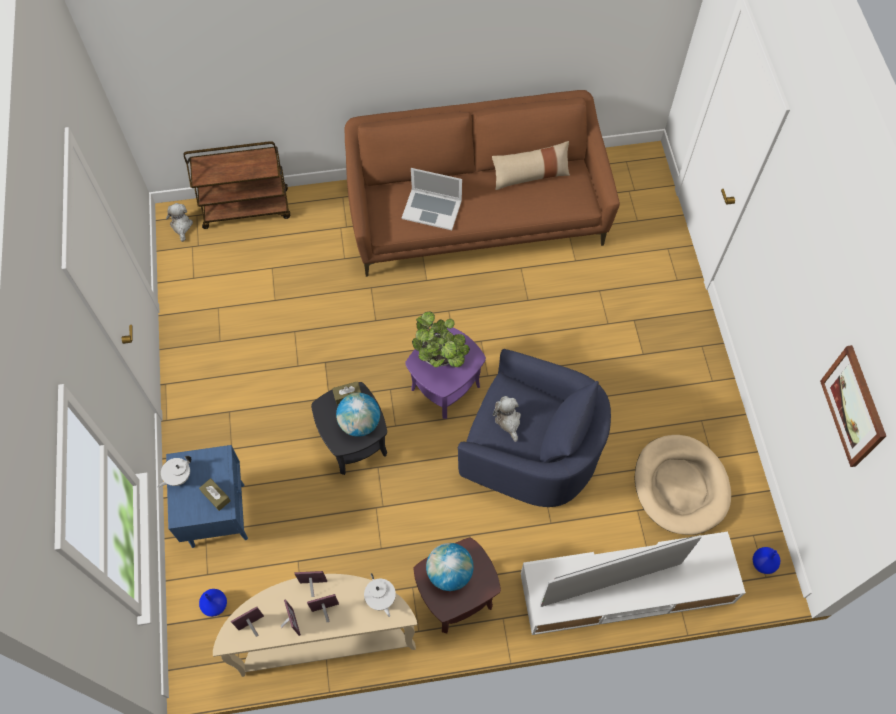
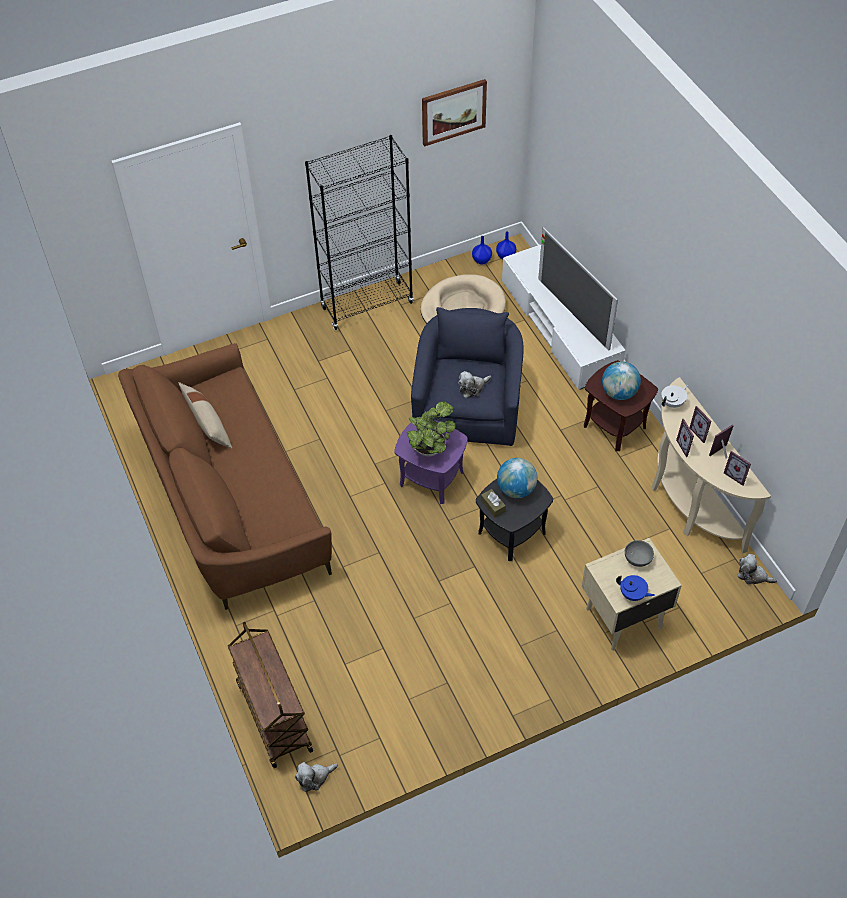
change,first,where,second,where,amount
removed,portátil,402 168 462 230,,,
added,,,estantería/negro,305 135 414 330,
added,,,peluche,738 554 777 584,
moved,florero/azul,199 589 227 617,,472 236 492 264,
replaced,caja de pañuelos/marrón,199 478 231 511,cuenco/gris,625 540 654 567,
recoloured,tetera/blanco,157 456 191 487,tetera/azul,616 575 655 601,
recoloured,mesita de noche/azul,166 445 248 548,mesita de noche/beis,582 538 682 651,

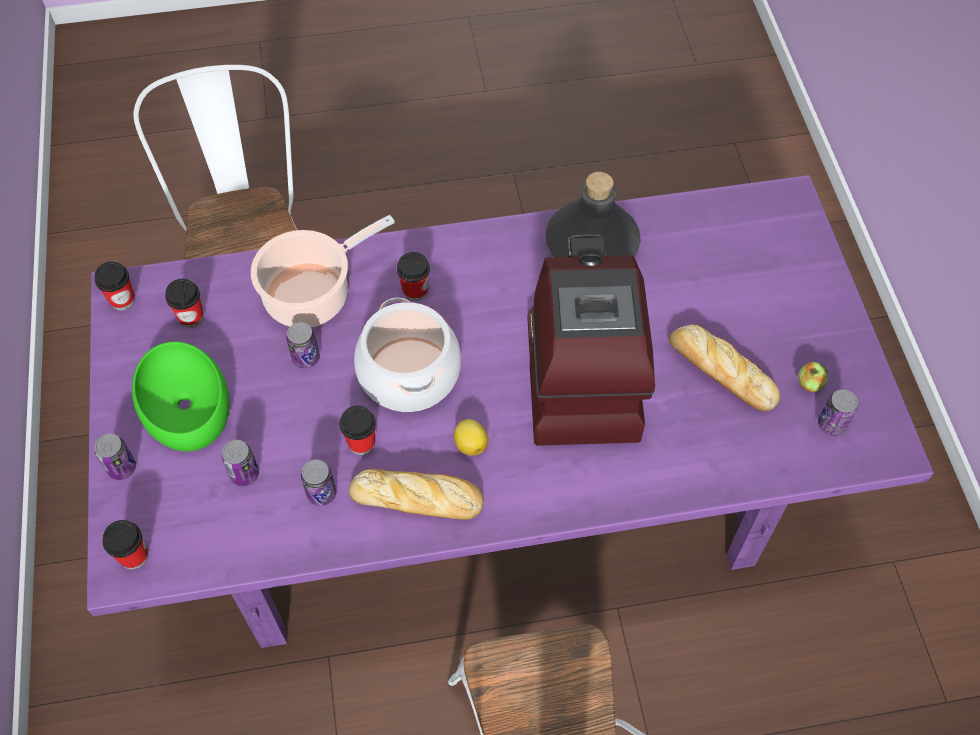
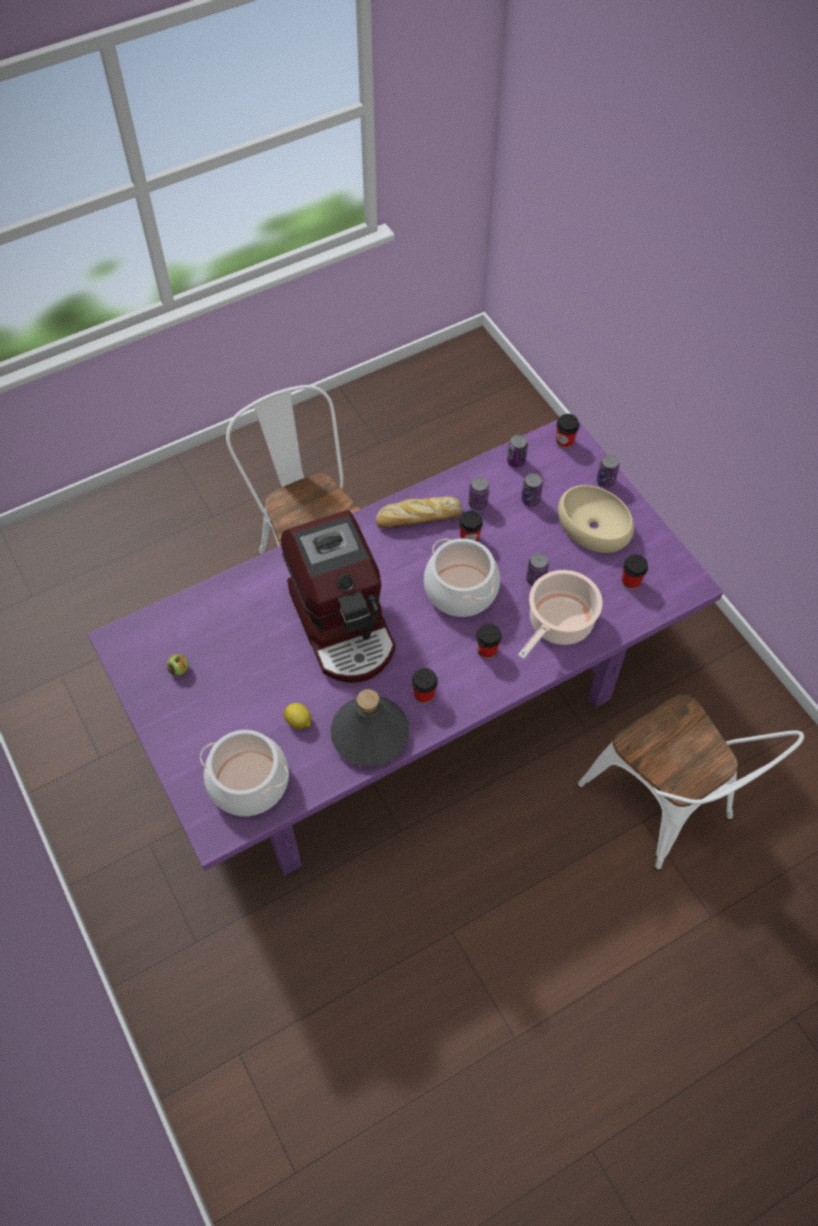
change,first,where,second,where,amount
removed,pan,669 324 780 411,,,
added,,,olla,200 730 289 816,
moved,taza,95 261 135 310,,412 668 438 704,
moved,limón,454 419 488 456,,284 703 311 729,
moved,lata,818 389 858 436,,507 435 528 468,
recoloured,cuenco/verde,132 341 230 451,cuenco/beis,558 485 634 553,

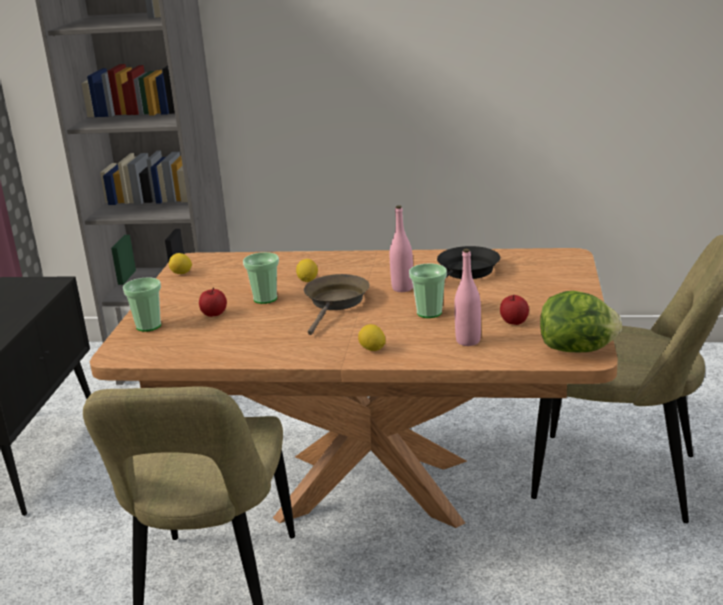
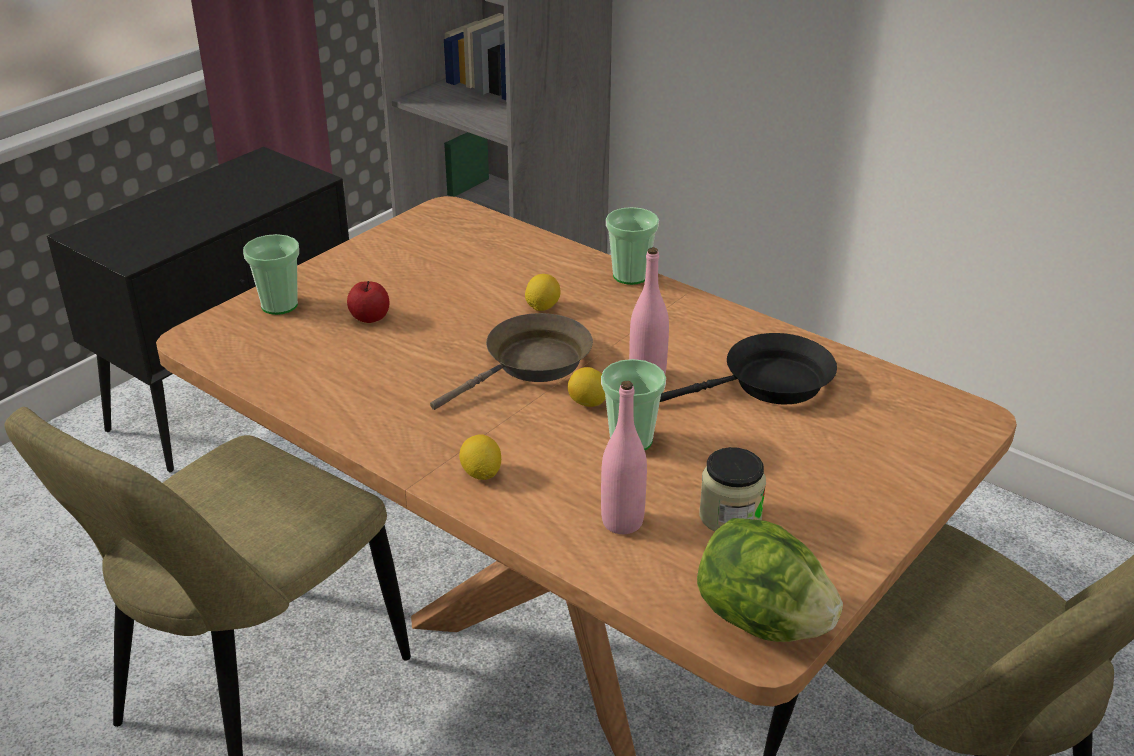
change,first,where,second,where,amount
moved,limón,169 253 192 274,,568 367 606 407,
moved,taza,243 252 279 304,,606 207 659 285,
replaced,manzana,500 294 529 325,tarro,699 447 766 532,

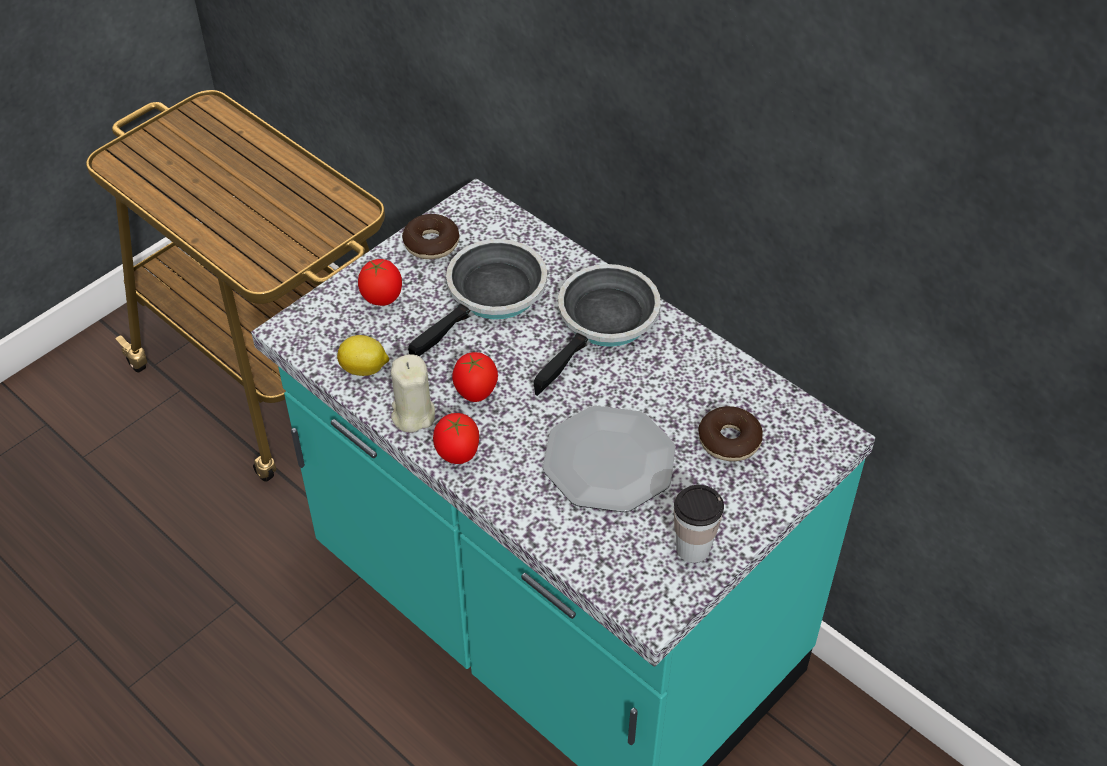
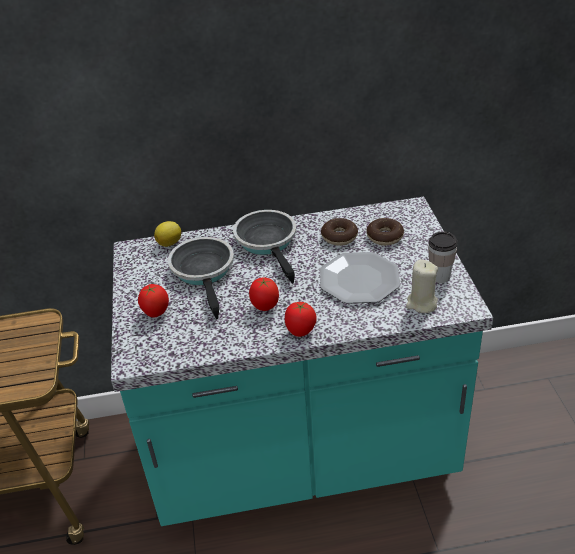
change,first,where,second,where,amount
moved,limón,337 335 389 376,,154 221 181 247,
moved,vela/beis,391 354 435 432,,406 260 438 313,
moved,rosquilla,402 214 459 259,,321 218 358 246,

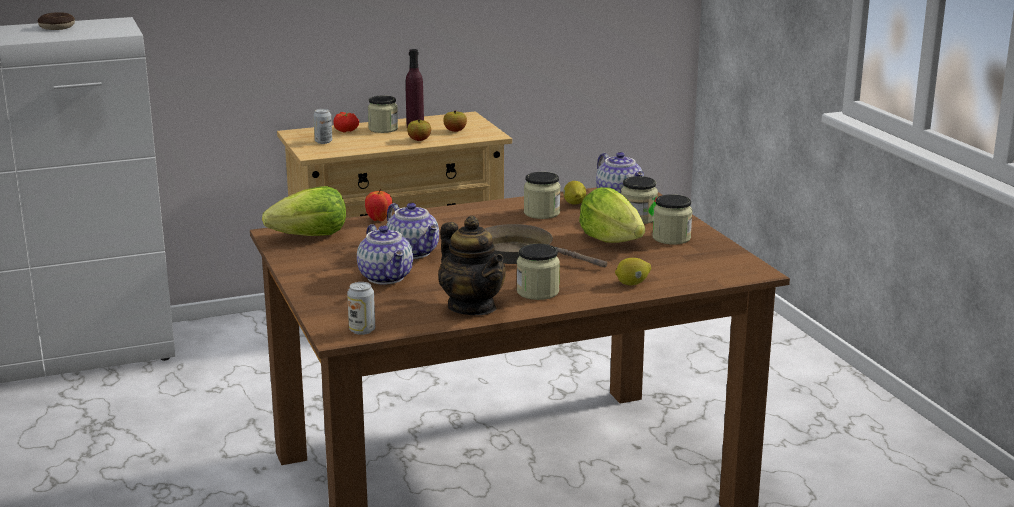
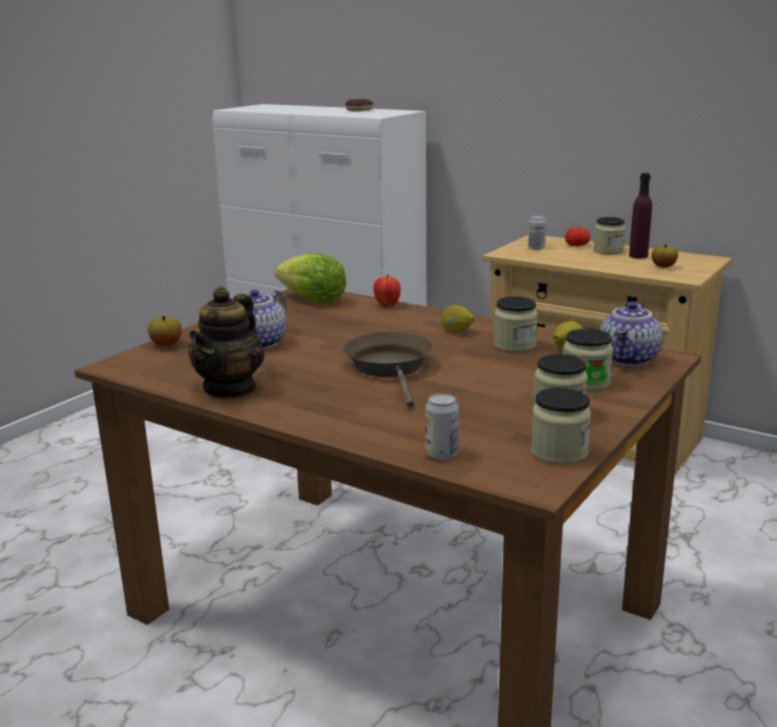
change,first,where,second,where,amount
removed,tetera,386 203 439 259,,,
removed,lechuga,579 187 645 243,,,
moved,lata,347 282 375 335,,425 393 459 460,
moved,manzana,407 119 431 141,,148 316 182 346,
moved,tarro,517 244 560 300,,531 388 591 465,
moved,limón,615 258 651 285,,441 305 474 332,

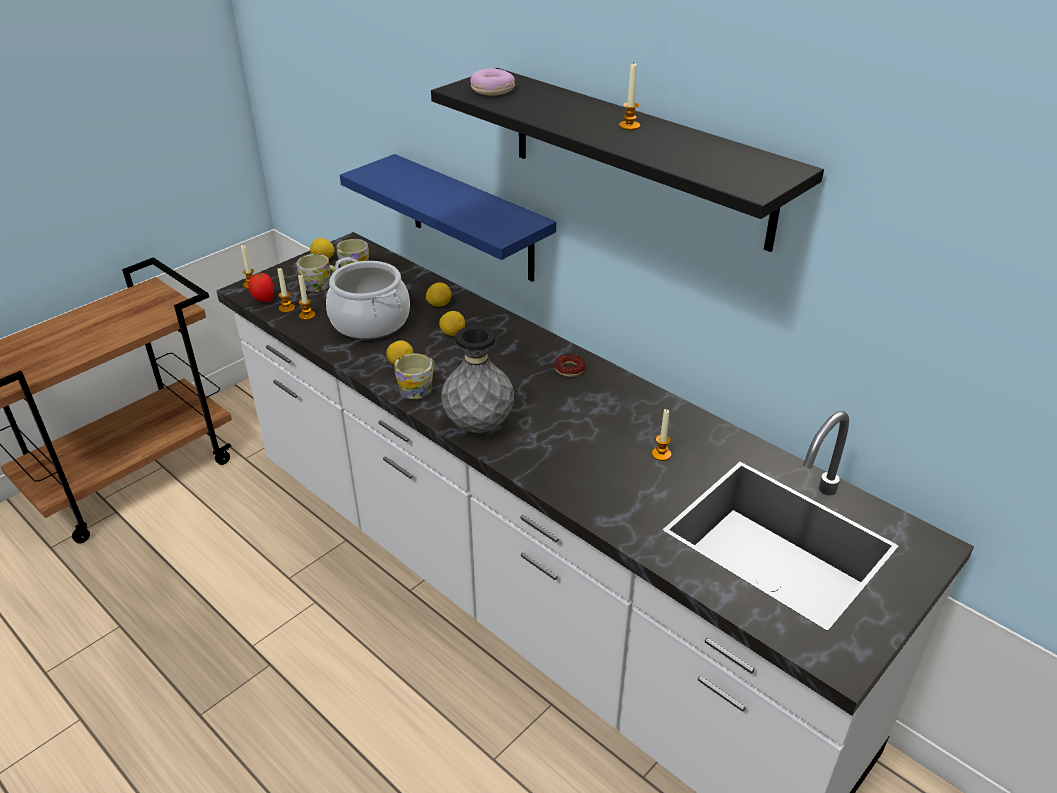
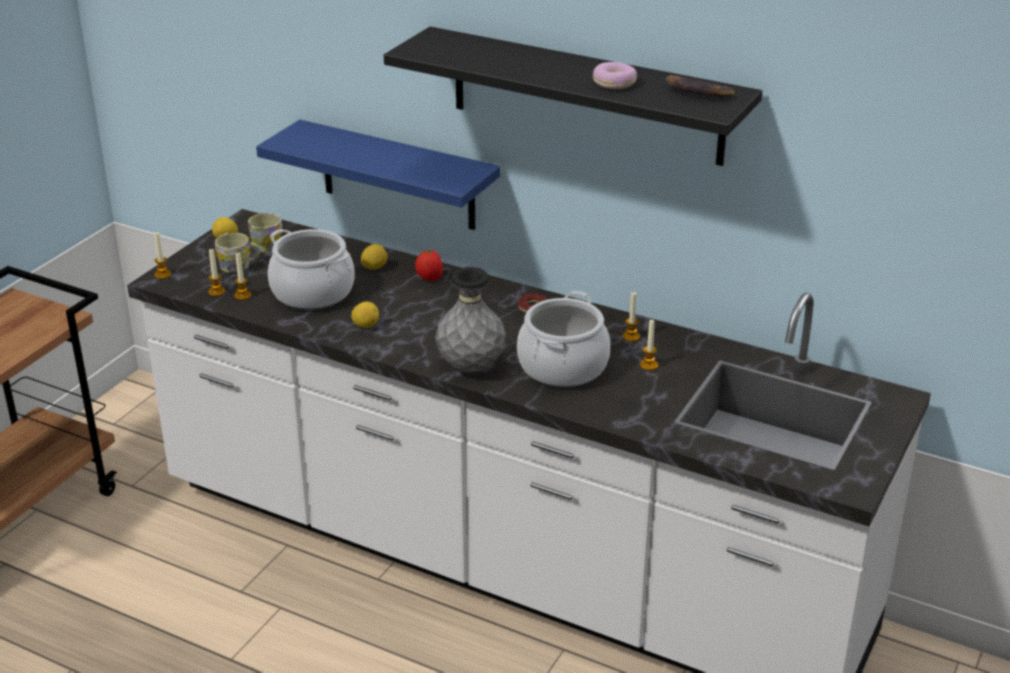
change,first,where,second,where,amount
removed,taza grande,394 354 435 399,,,
removed,limón,439 311 465 336,,,
added,,,olla,517 291 610 387,
added,,,plátano,666 75 735 98,
moved,tomate,248 273 274 302,,415 250 443 281,
moved,rosquilla,470 69 515 95,,593 62 637 89,
moved,vela,619 63 640 130,,622 292 640 342,

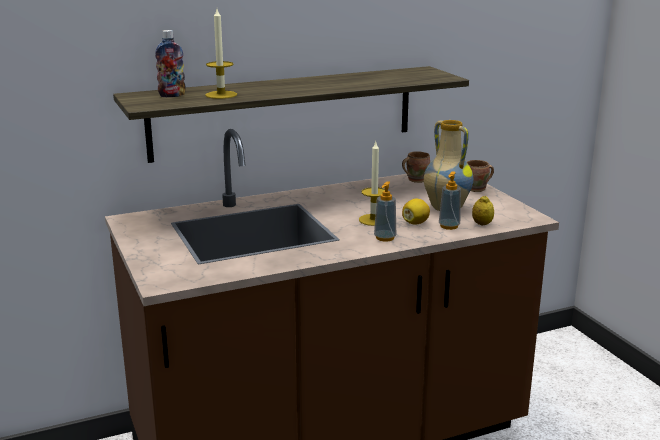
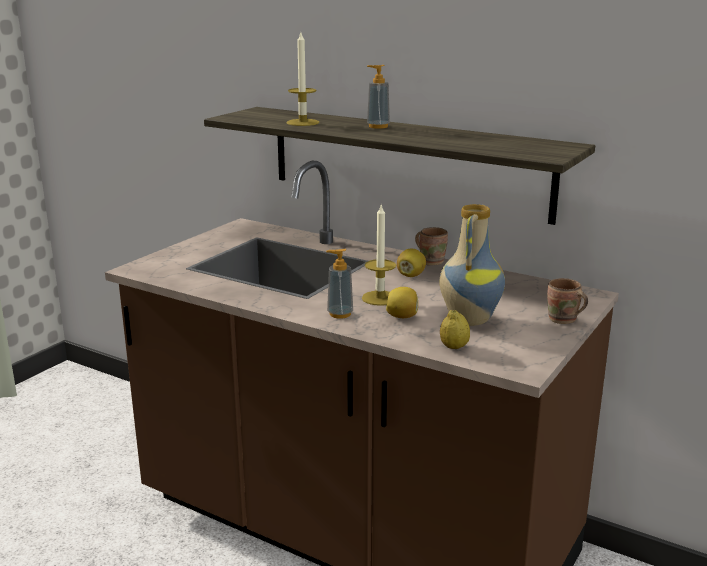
change,first,where,second,where,amount
removed,botella,155 30 186 97,,,
added,,,limón,397 249 426 277,
moved,taza grande/marrón,402 151 430 183,,415 227 448 265,
moved,dispensador de jabón,439 171 461 230,,367 65 390 129,

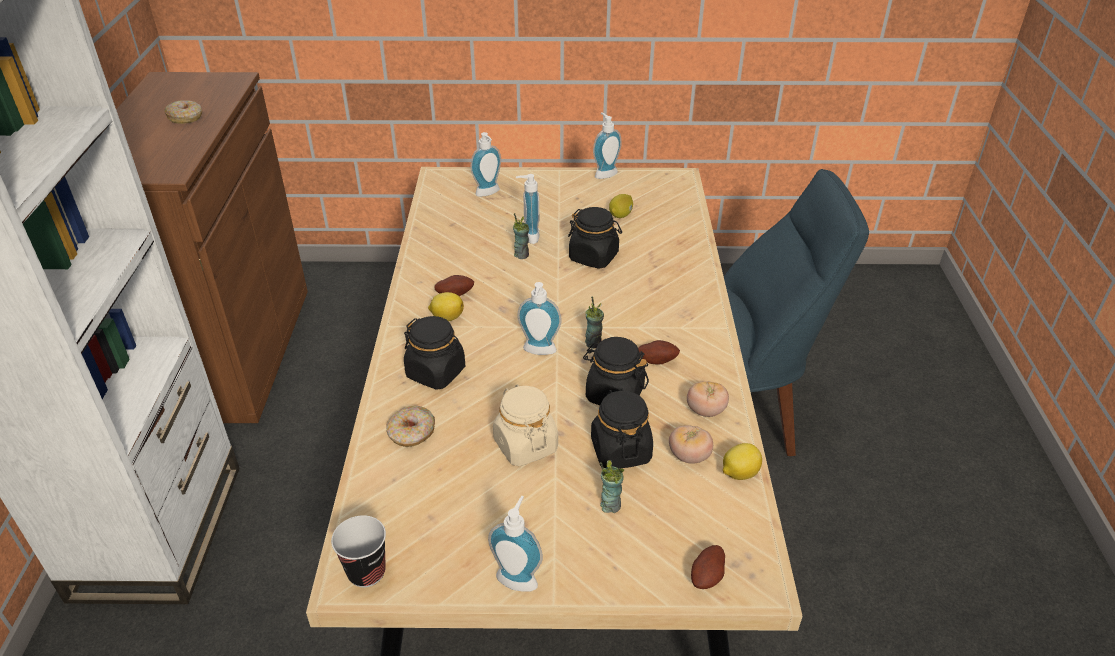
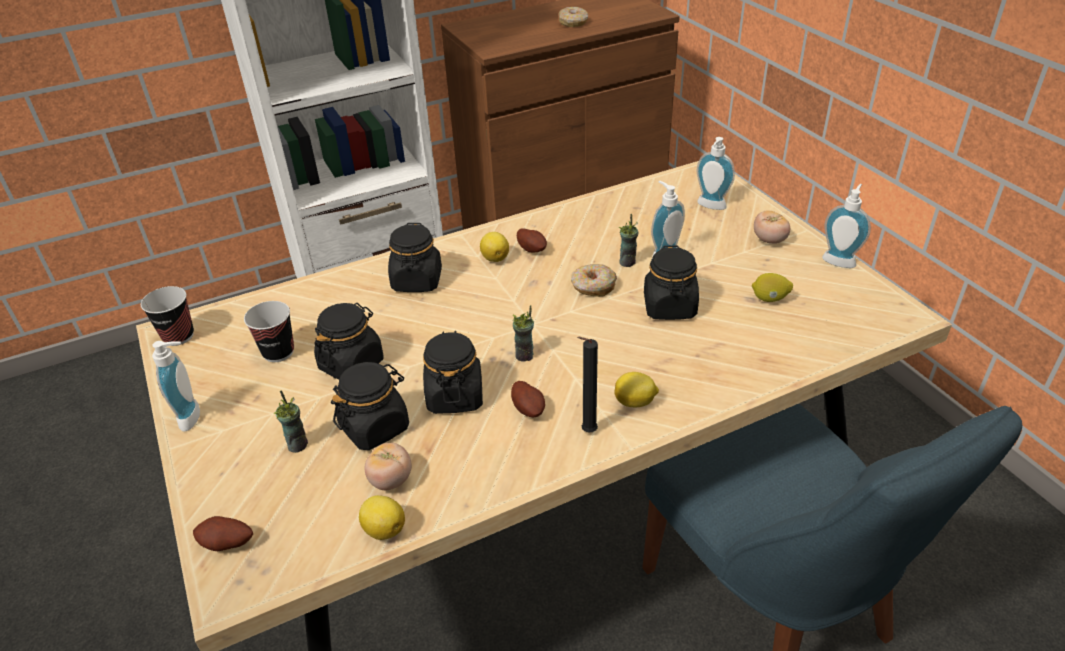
change,first,where,second,where,amount
removed,dispensador de jabón,517 282 562 355,,,
added,,,taza,244 301 294 362,
added,,,vela/negro,577 336 598 432,
added,,,limón,614 372 659 407,
moved,rosquilla,386 406 435 447,,571 264 617 297,
moved,tomate,687 381 729 417,,754 210 790 244,
recoloured,tarro/beis,493 385 558 466,tarro/negro,314 303 384 380,

